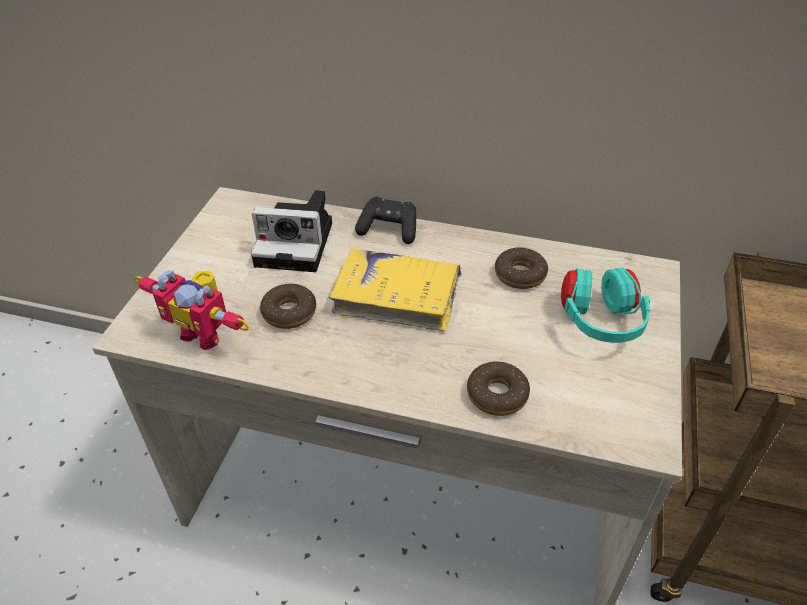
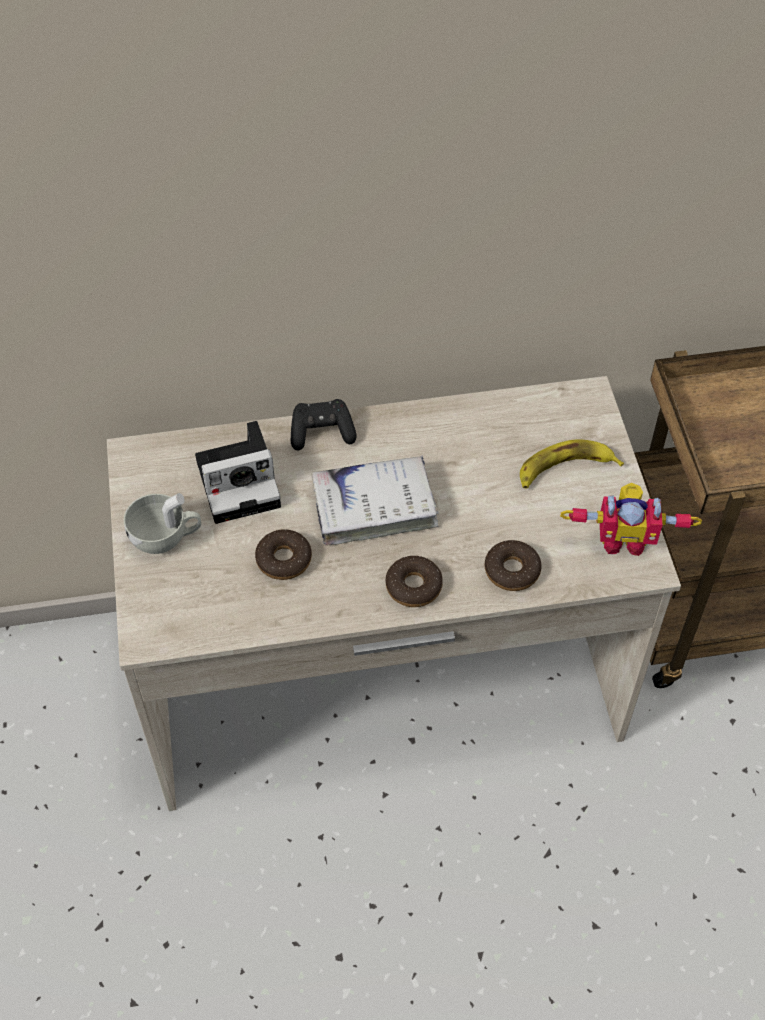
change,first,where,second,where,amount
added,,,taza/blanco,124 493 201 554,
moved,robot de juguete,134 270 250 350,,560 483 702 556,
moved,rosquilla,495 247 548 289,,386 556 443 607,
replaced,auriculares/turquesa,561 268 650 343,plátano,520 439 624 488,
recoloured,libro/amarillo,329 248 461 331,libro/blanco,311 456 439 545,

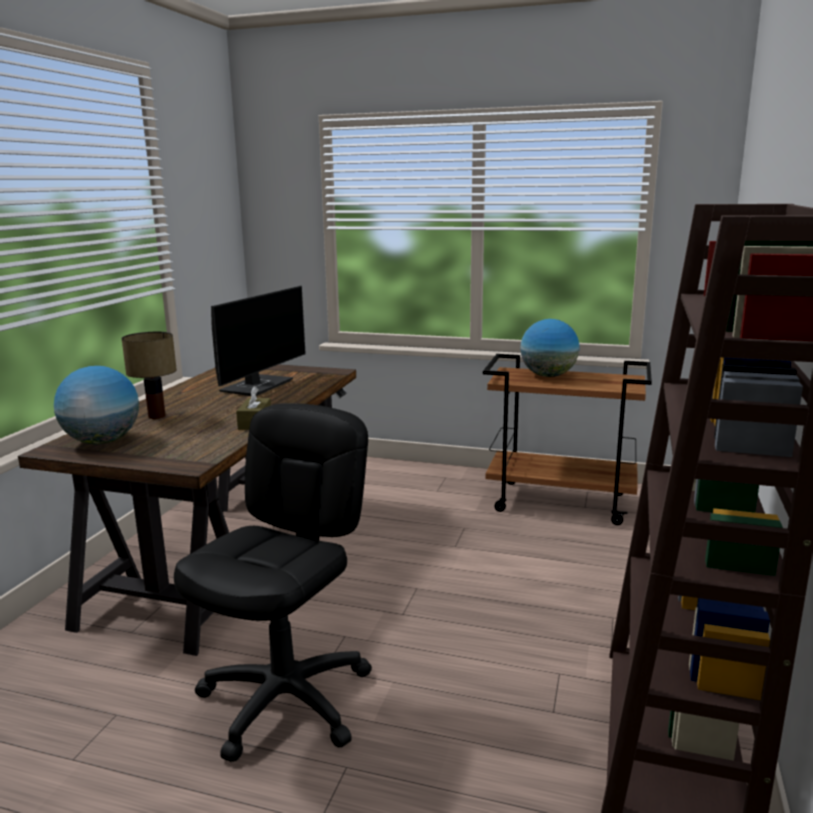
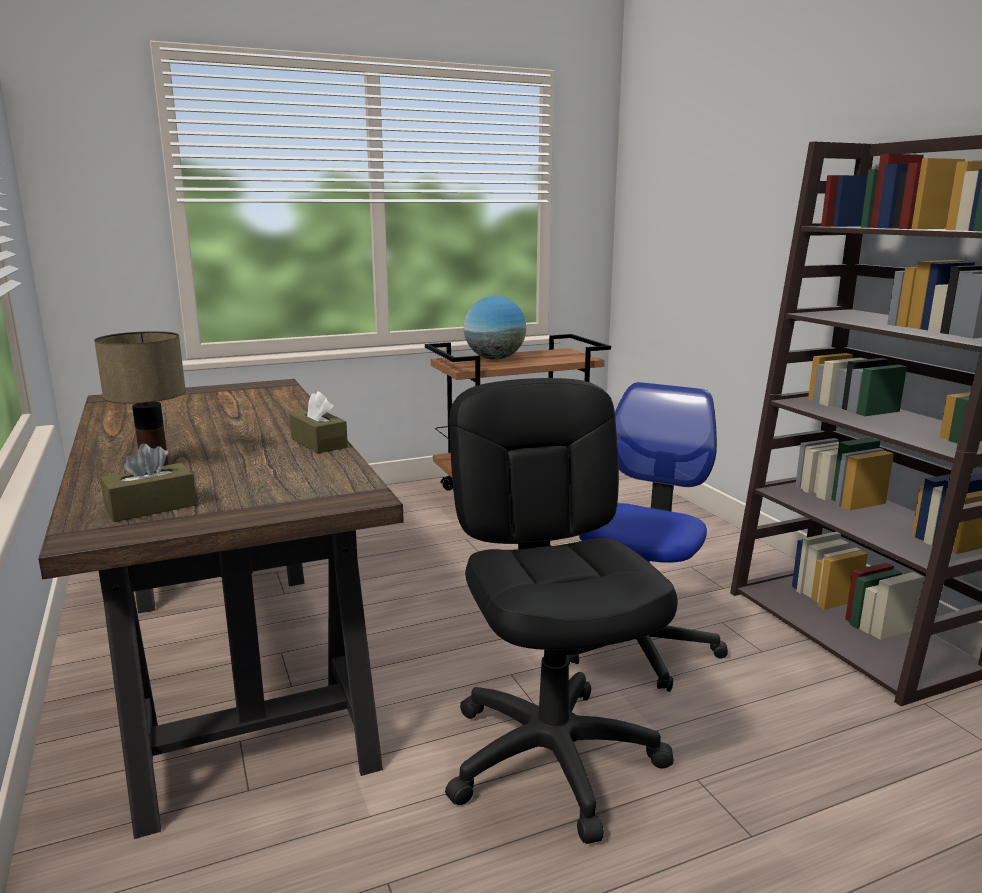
change,first,where,second,where,amount
removed,monitor,211 286 306 396,,,
added,,,silla de oficina,567 382 728 692,
replaced,globo terráqueo,54 366 139 444,caja de pañuelos/marrón,100 444 197 522,

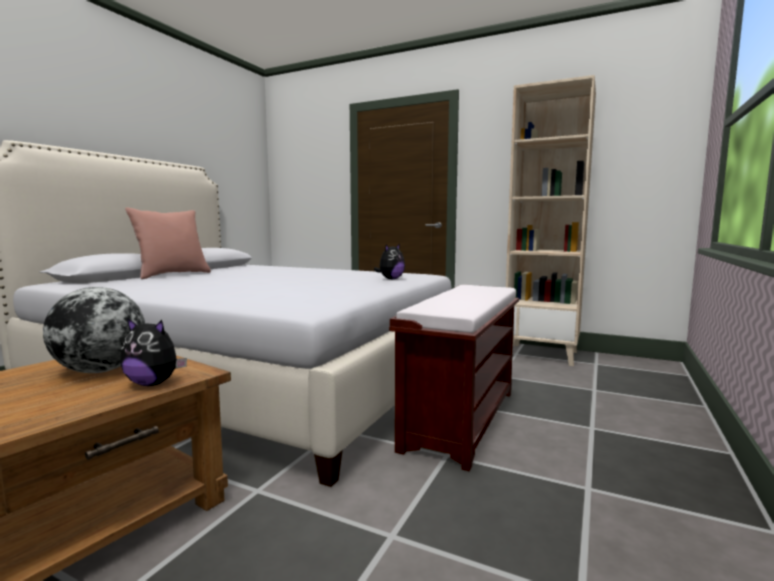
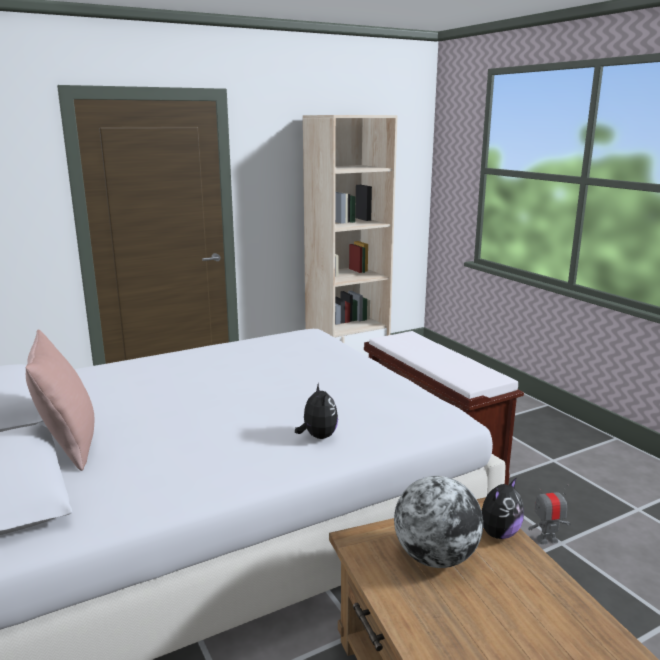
change,first,where,second,where,amount
added,,,robot de juguete,528 484 571 545,
moved,peluche,374 244 405 280,,295 383 338 439,

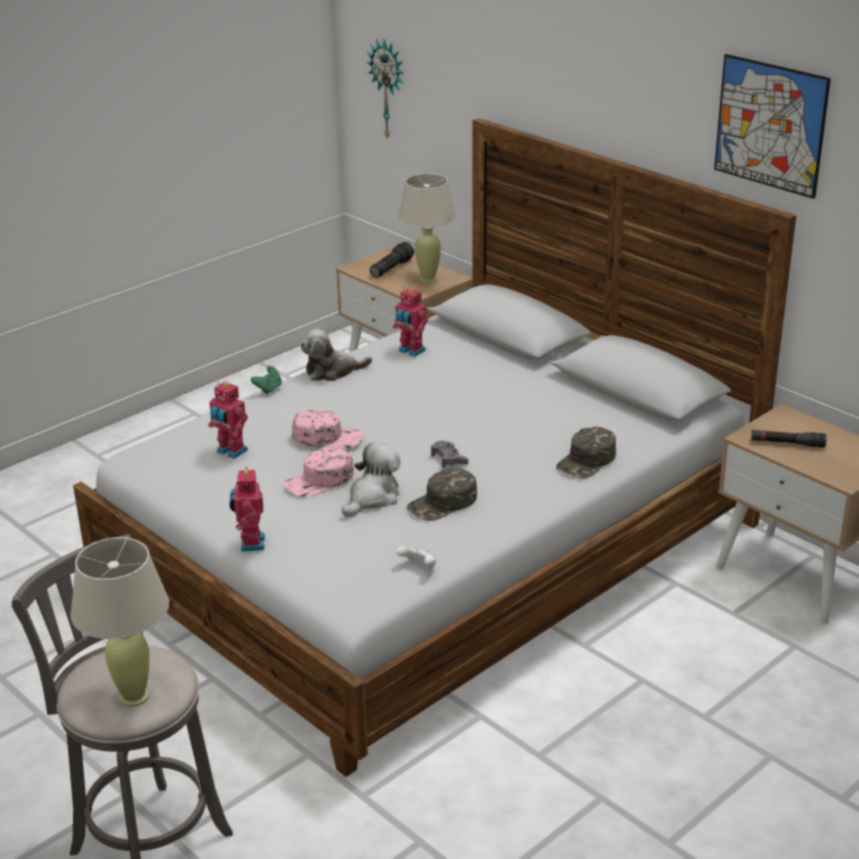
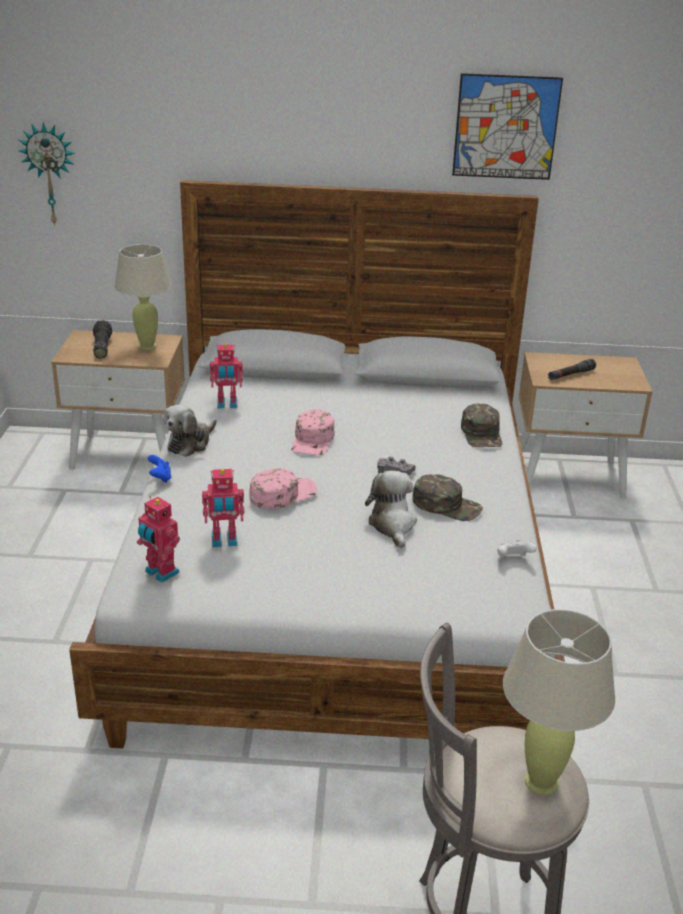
change,first,where,second,where,amount
moved,robot de juguete,230 467 265 552,,137 496 180 583,
moved,gorra/rosa,284 447 354 497,,291 409 335 455,
recoloured,mando de consola/verde,251 366 282 394,mando de consola/azul,148 455 172 483,
turned,gorra/verde,407 469 477 521,,412 474 483 521,75 degrees counterclockwise

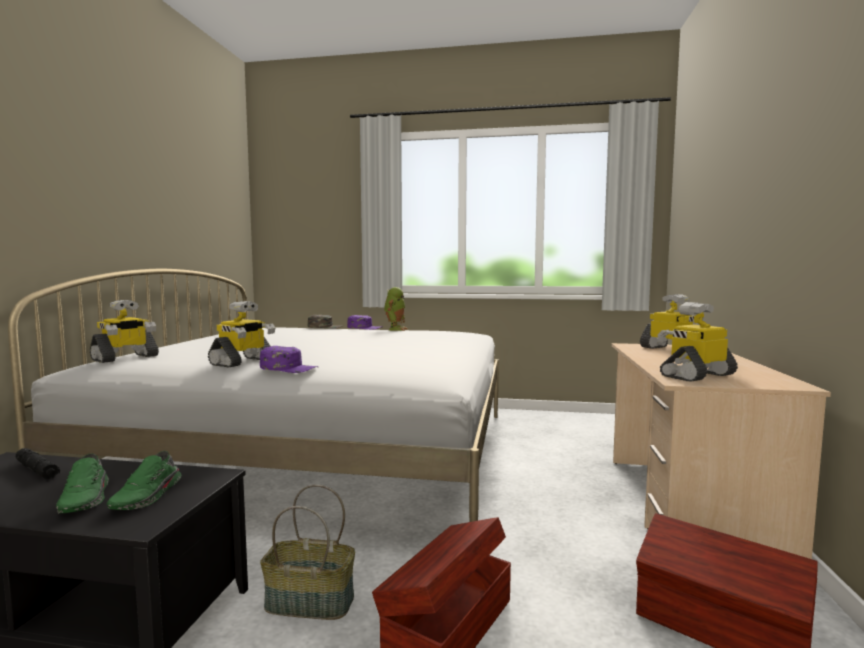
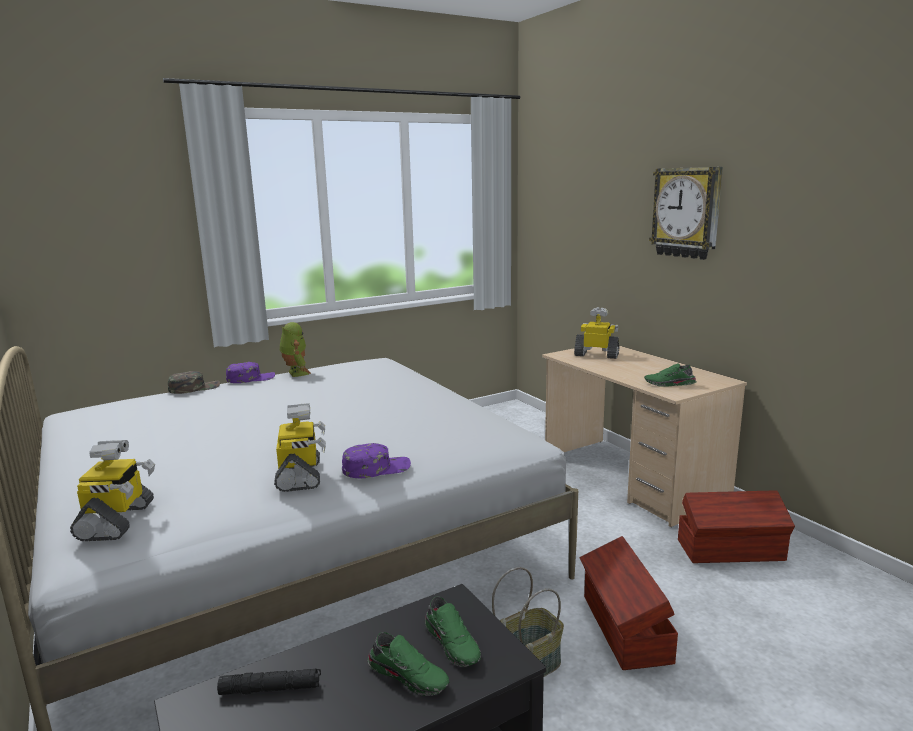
change,first,where,second,where,amount
added,,,reloj de pared,649 167 723 260,
replaced,robot de juguete,657 302 738 382,zapato/verde,644 363 697 387,

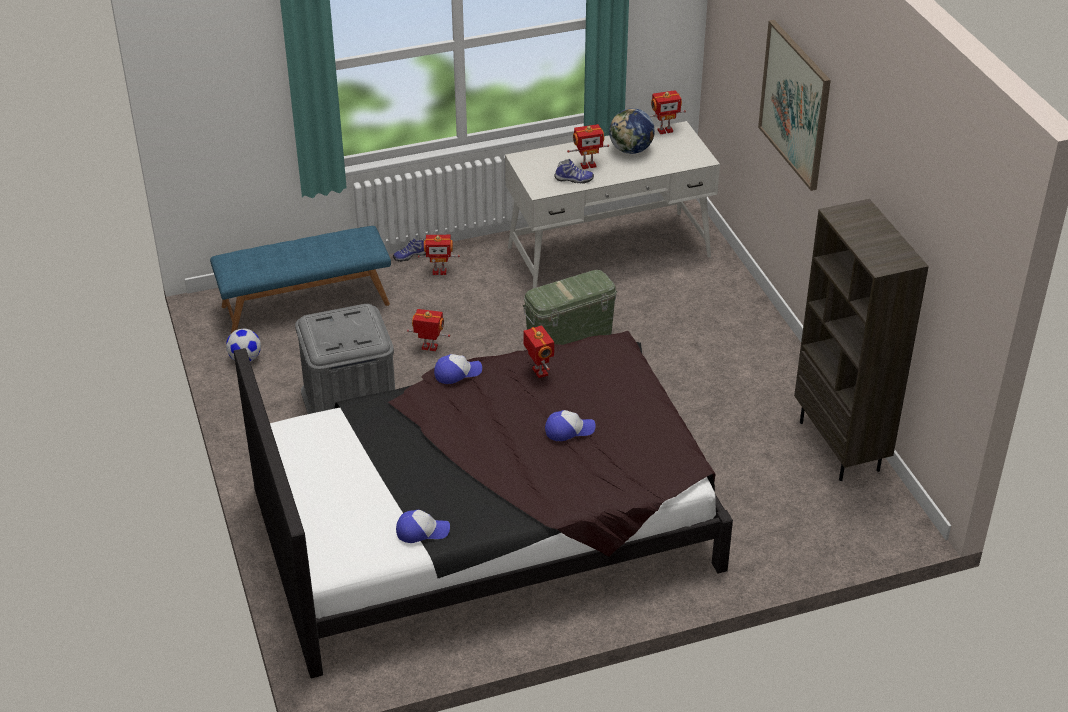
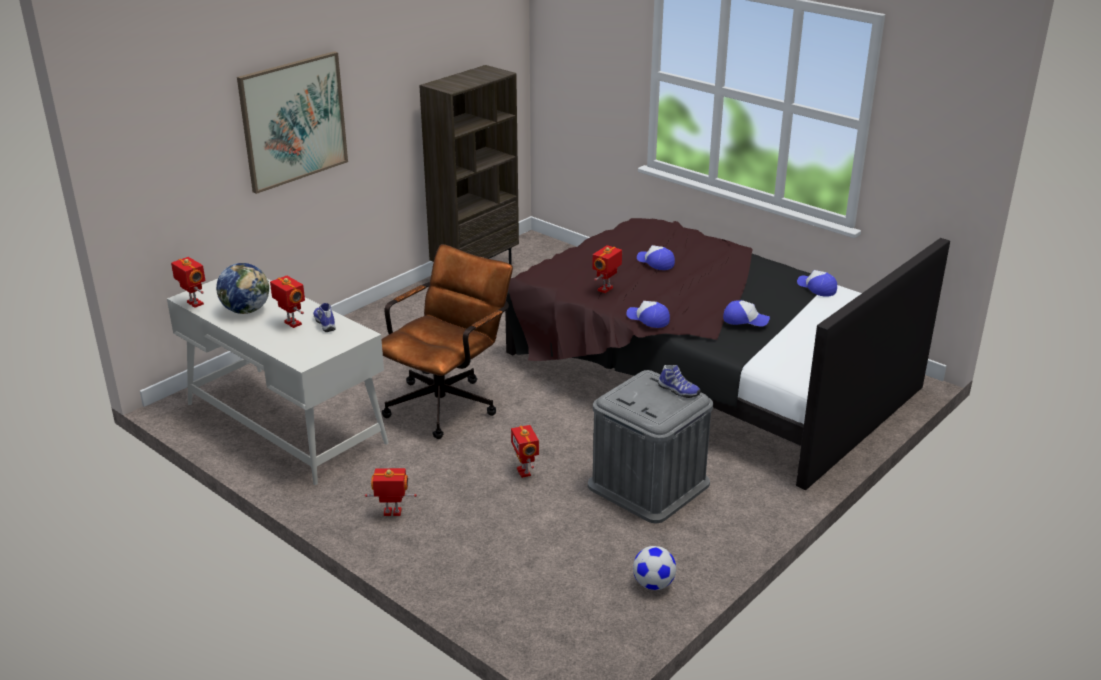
change,first,where,second,where,amount
removed,banco/azul,210 226 391 333,,,
added,,,gorra,723 300 770 327,
moved,zapato,393 237 426 262,,658 365 701 398,
replaced,caja de almacenaje/verde,523 270 618 345,silla de oficina/marrón,382 244 513 439,
turned,robot de juguete,418 235 460 275,,365 468 417 516,60 degrees counterclockwise

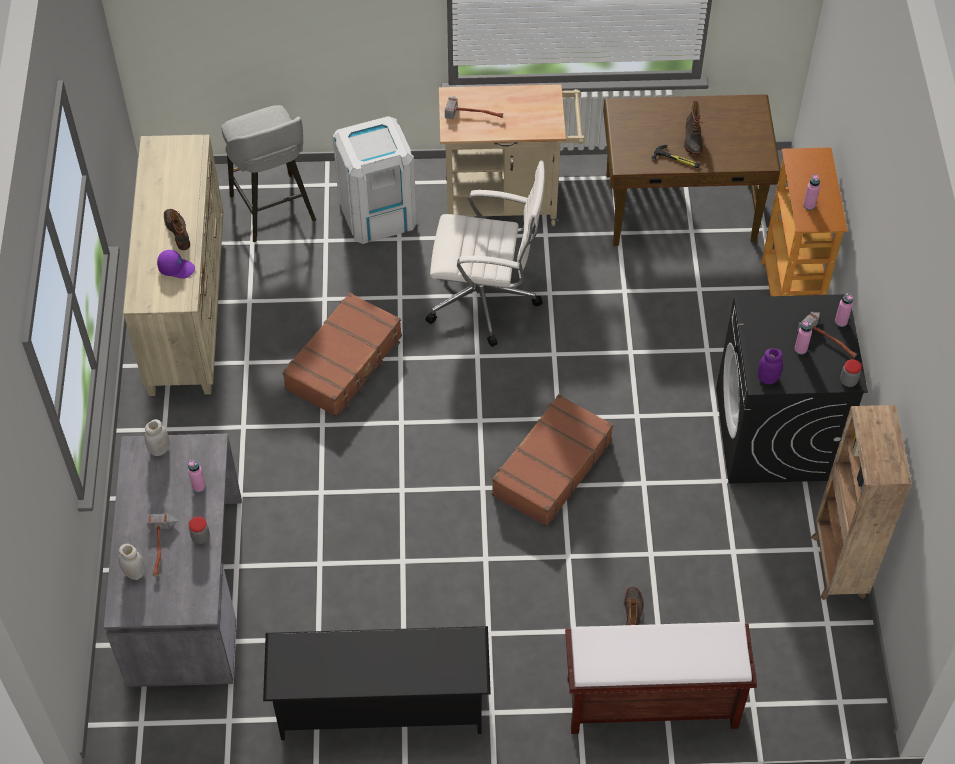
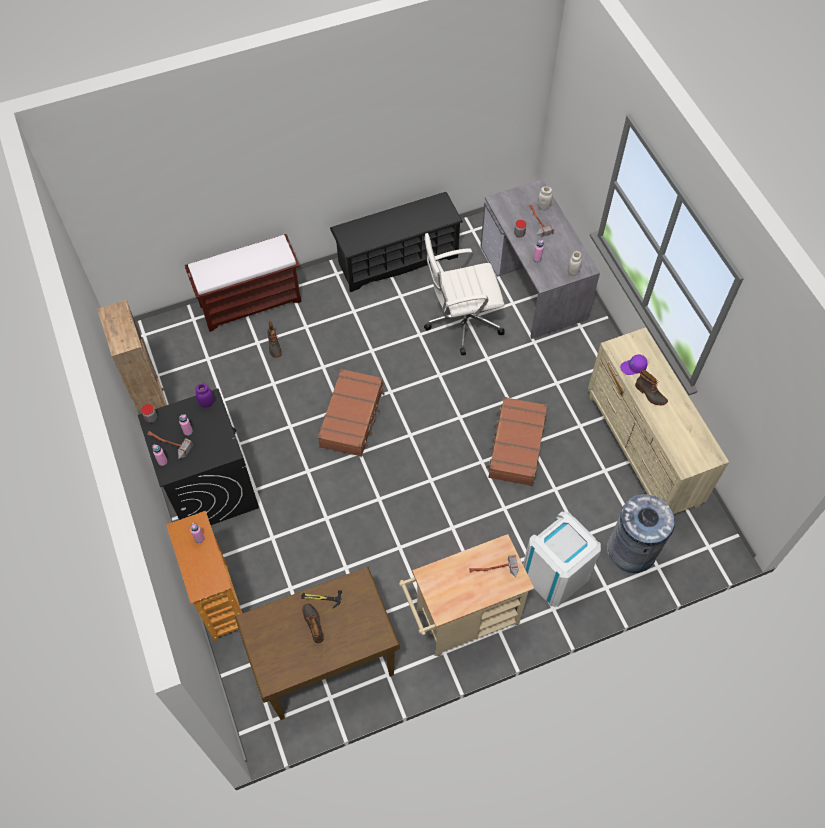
change,first,where,second,where,amount
moved,silla de oficina/blanco,426 161 545 347,,424 233 505 355,
replaced,taburete/gris,222 105 316 242,papelera/gris,607 494 675 573,

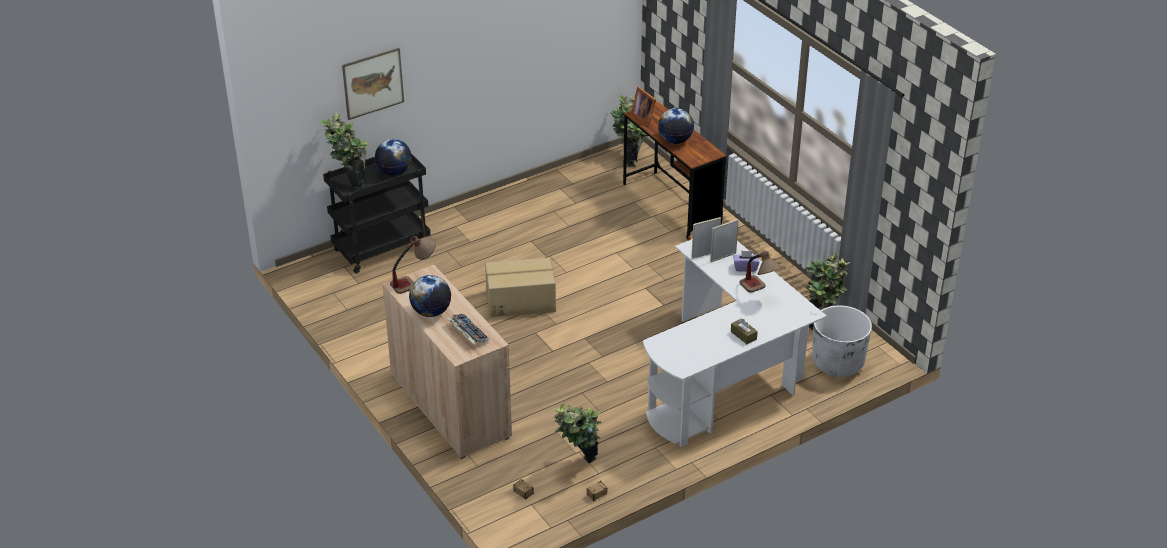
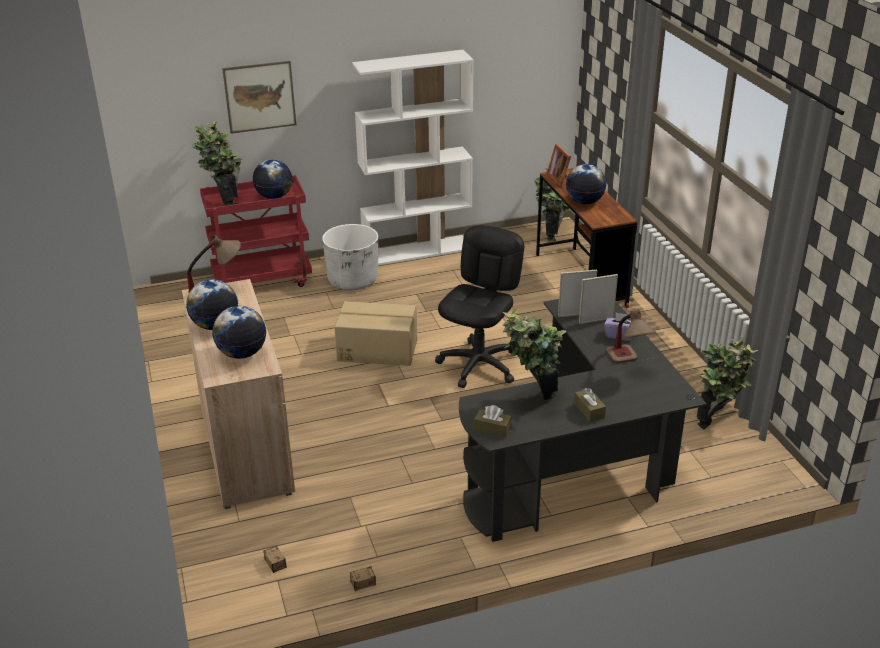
change,first,where,second,where,amount
added,,,estantería/blanco,352 50 474 265,
added,,,silla de oficina/negro,435 225 524 388,
added,,,caja de pañuelos/marrón,474 405 512 438,
moved,planta en maceta,553 403 602 463,,502 308 567 400,
moved,maceta/blanco,812 306 872 377,,322 224 378 290,
replaced,teclado,447 314 490 343,globo terráqueo,212 306 266 359,
recoloured,carrito/negro,323 153 431 274,carrito/rojo,200 175 312 287,
recoloured,escritorio/blanco,643 239 827 447,escritorio/negro,459 299 707 542,

